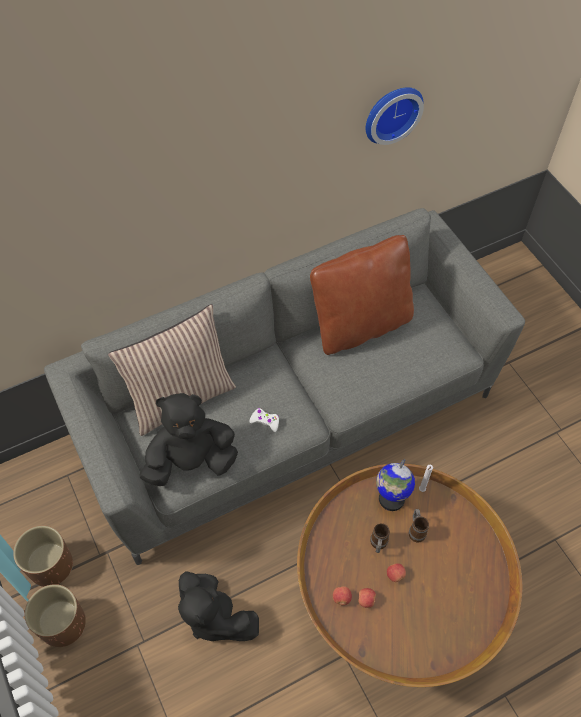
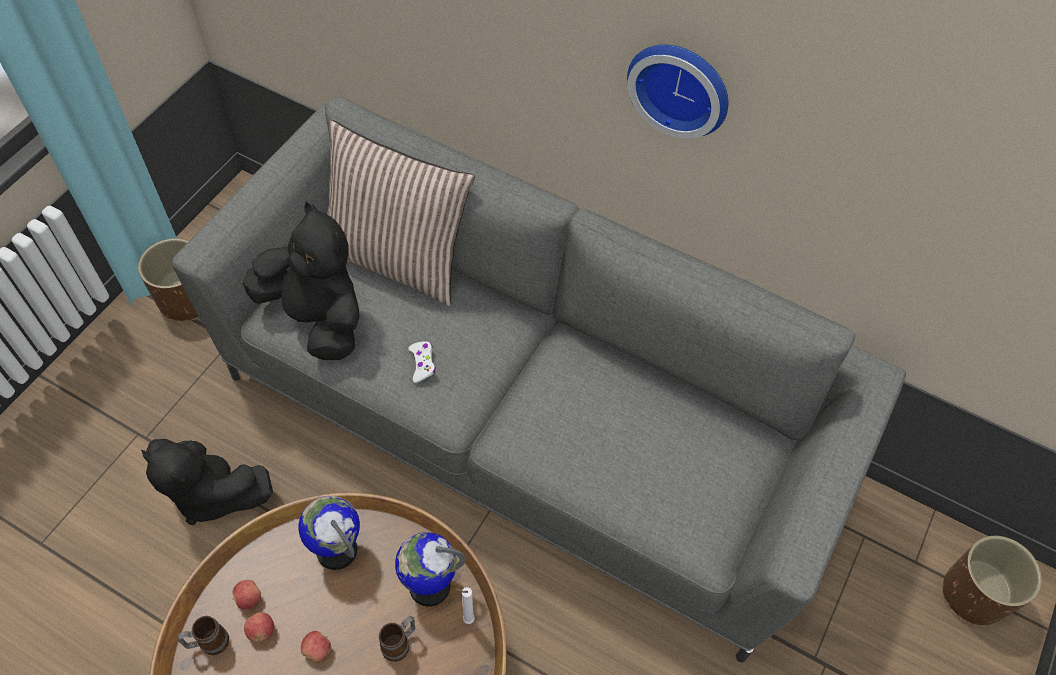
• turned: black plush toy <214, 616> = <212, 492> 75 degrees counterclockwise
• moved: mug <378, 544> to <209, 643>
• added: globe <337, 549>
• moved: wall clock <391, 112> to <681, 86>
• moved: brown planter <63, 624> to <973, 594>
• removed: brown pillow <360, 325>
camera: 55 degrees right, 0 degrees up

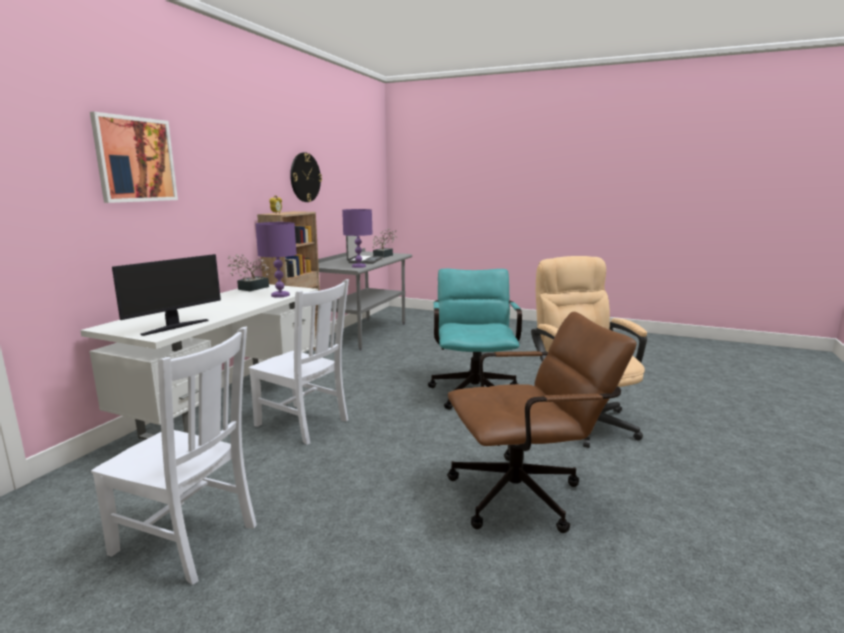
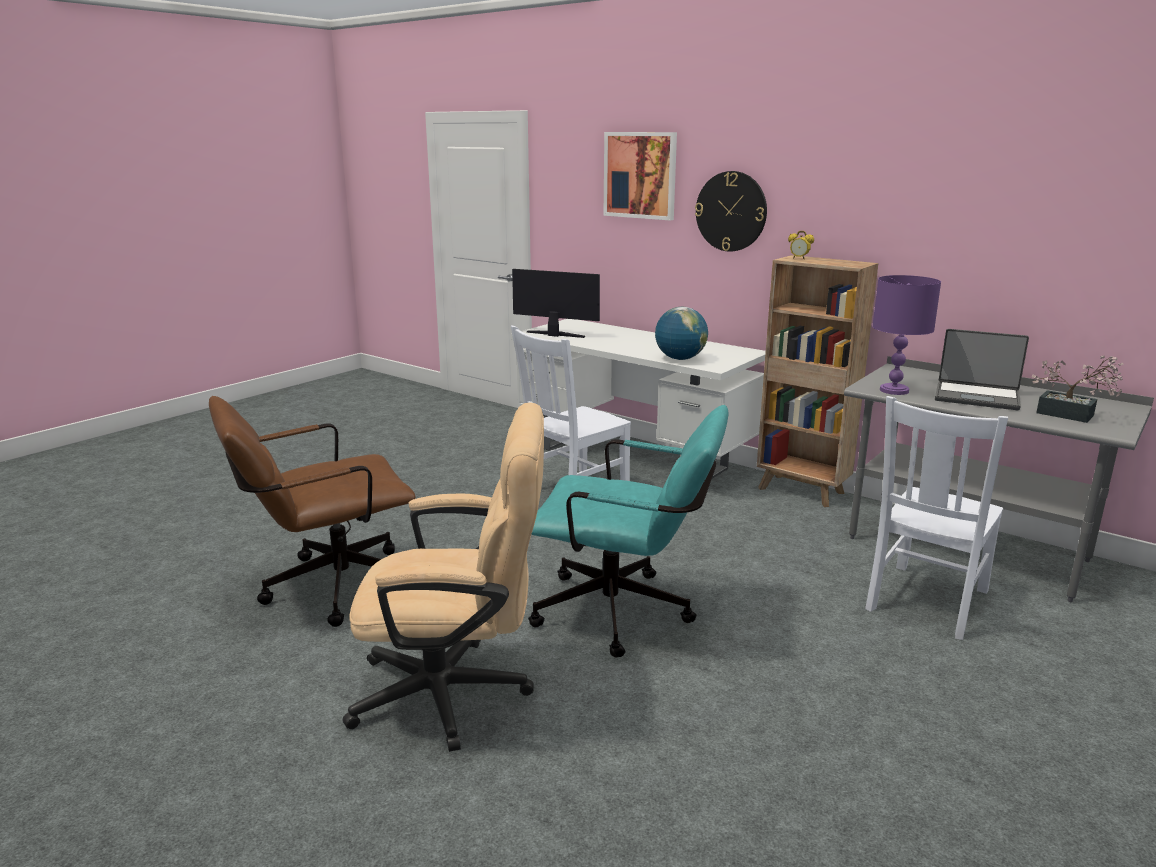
• turned: brown office chair <527, 493> = <327, 588> 60 degrees clockwise
• turned: monitor <175, 327> = <554, 335> 150 degrees clockwise
• replaced: purple table lamp <280, 295> to globe <680, 359>
• moved: wall clock <305, 177> to <731, 211>
• moved: white chair <188, 540> to <925, 602>
• removed: potted plant <250, 288>
camera: 105 degrees right, 5 degrees up

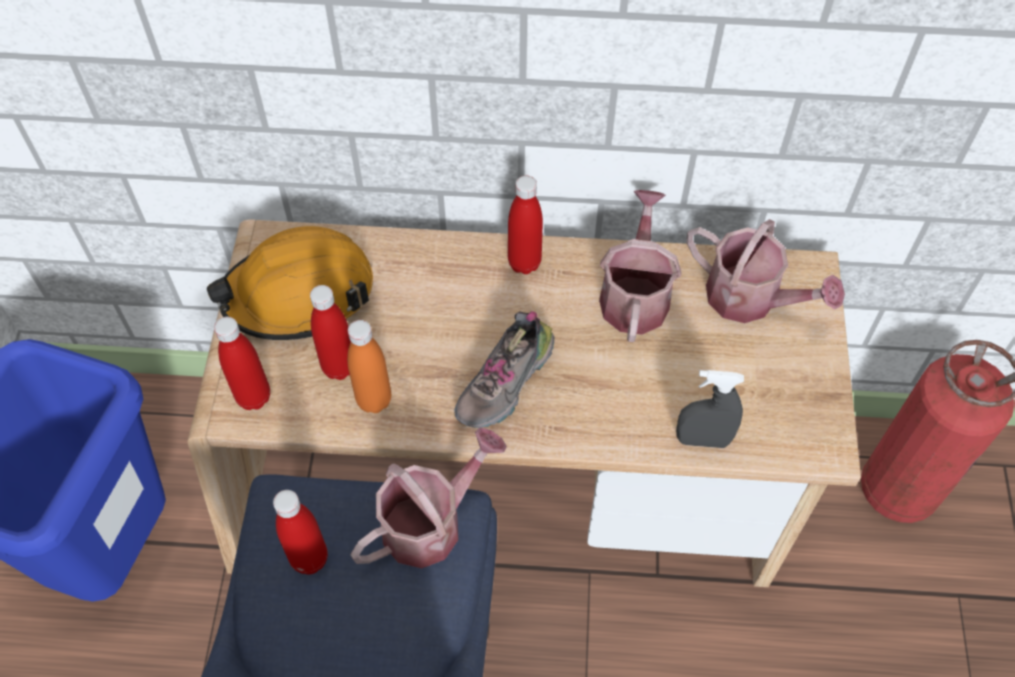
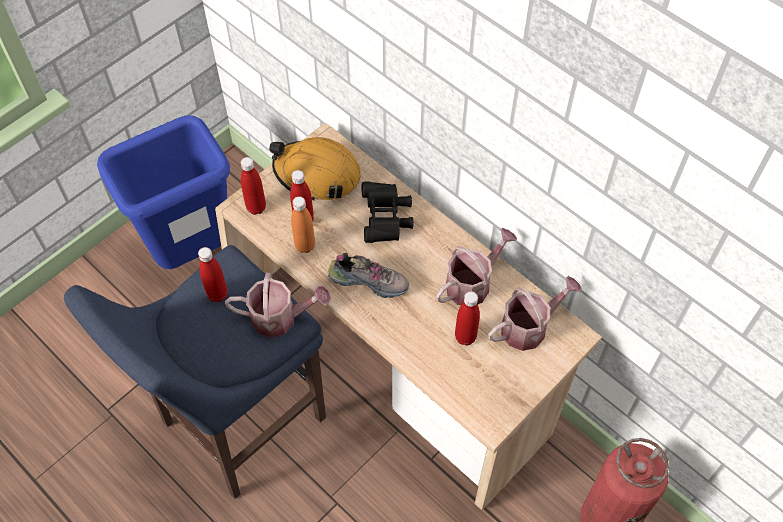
• turned: shoe <506, 383> = <370, 281> 150 degrees counterclockwise
• added: black binoculars <386, 219>
• moved: red bottle <524, 263> to <465, 337>
• turned: watering can <751, 299> = <529, 327> 105 degrees counterclockwise
• removed: grey spray bottle <702, 440>
camera: 40 degrees right, 0 degrees up

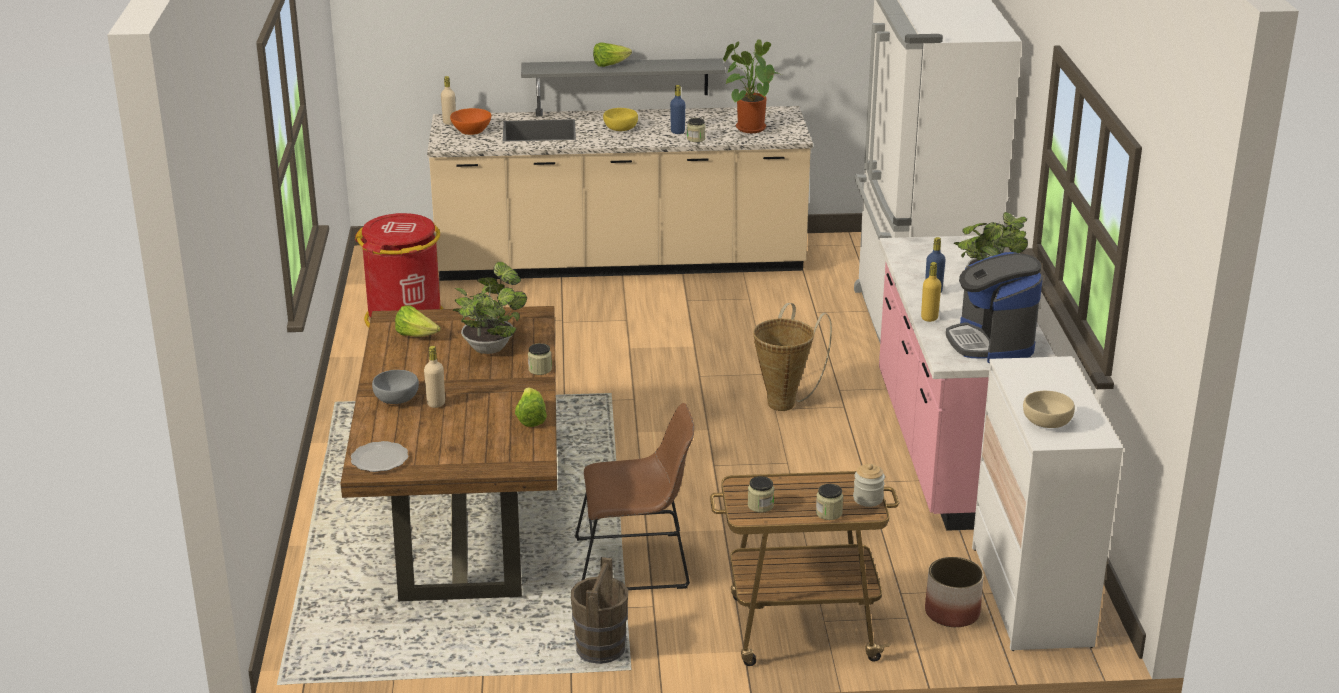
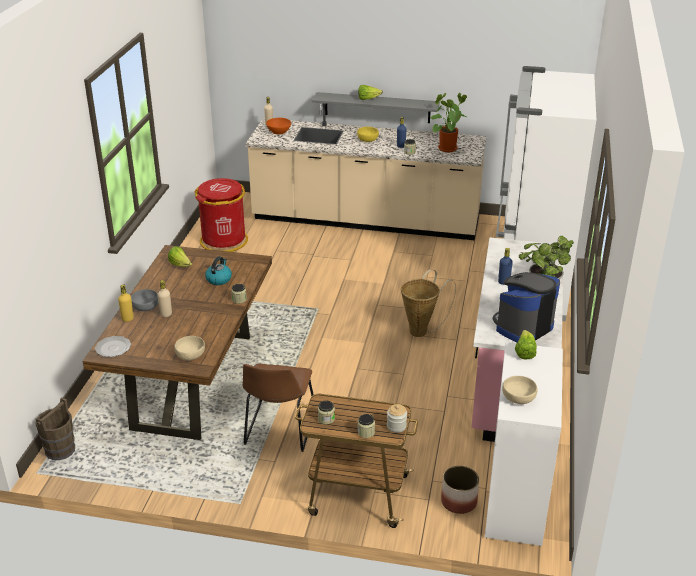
• moved: brown bucket <600, 649> to <60, 450>
• moved: yellow bottle <929, 318> to <127, 319>
• added: beige bowl <191, 355>
• replaced: potted plant <490, 346> to kettle <219, 279>
• turned: brown chair <637, 563> = <279, 429> 90 degrees clockwise
• turned: coffee machine <991, 343> = <523, 326> 45 degrees clockwise
• moved: lettuce <530, 419> to <524, 352>
camera: 15 degrees right, 5 degrees up

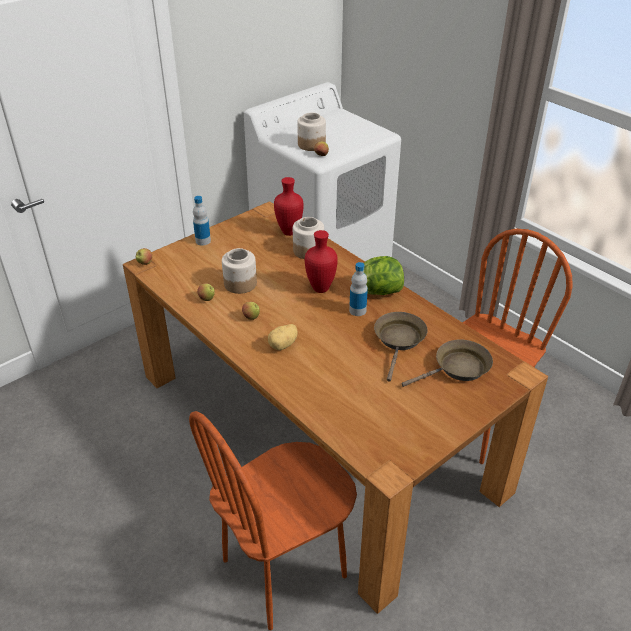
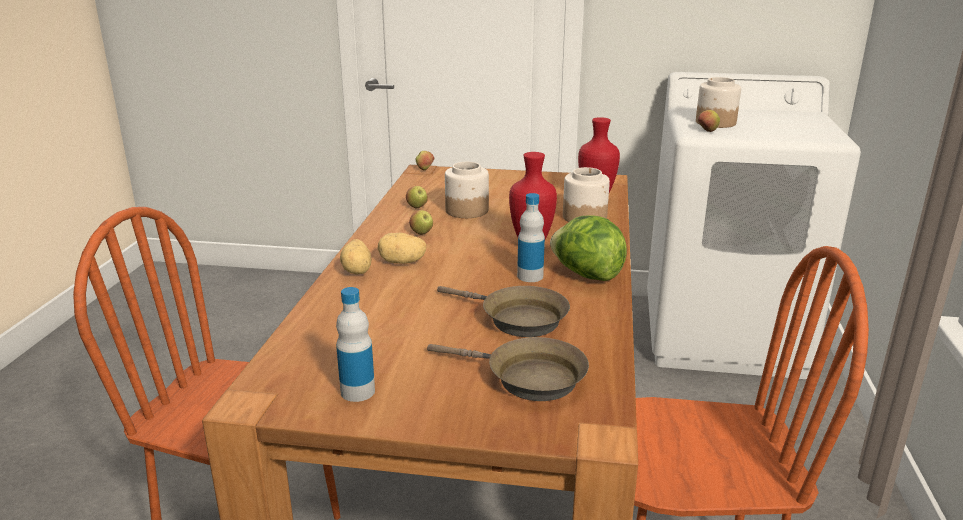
• moved: bottle <203, 241> to <357, 391>
• added: potato <358, 271>
• turned: brown frying pan <399, 340> = <517, 319> 60 degrees clockwise
camera: 50 degrees right, 15 degrees down

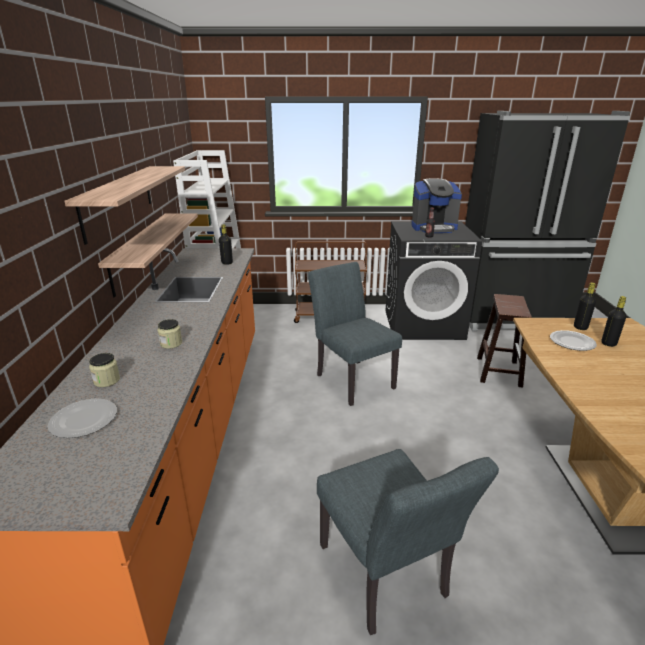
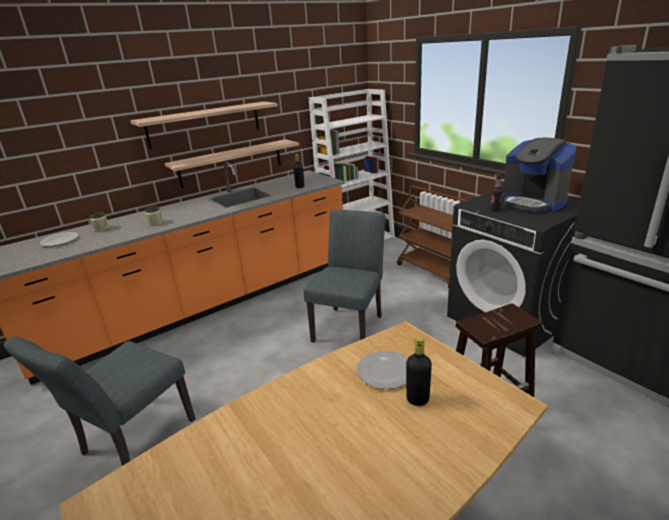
• removed: black bottle <580, 327>
camera: 55 degrees right, 0 degrees up

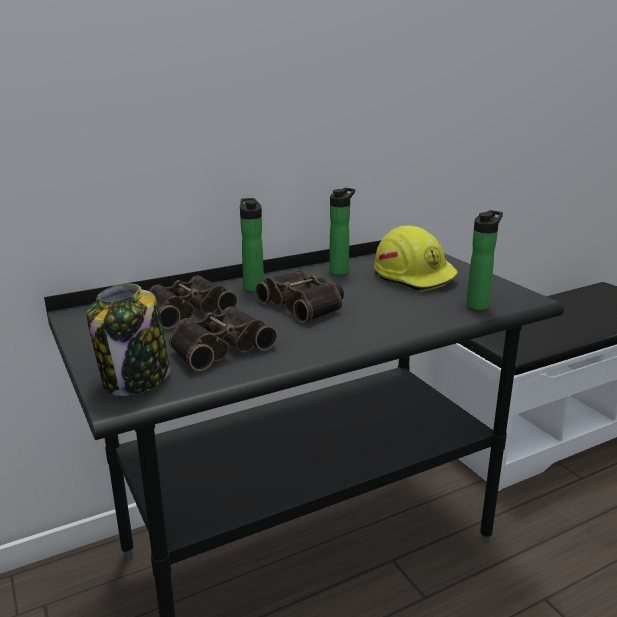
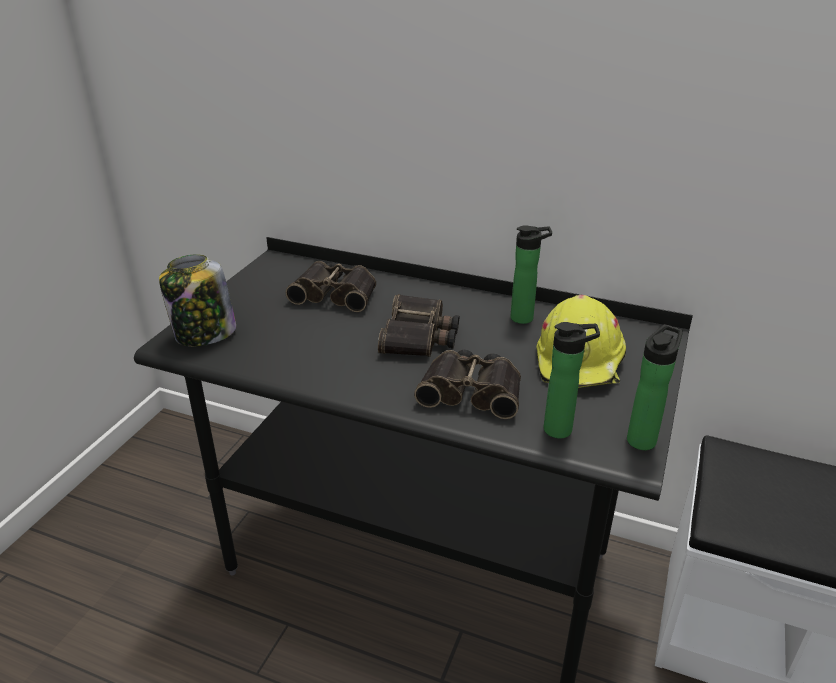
• moved: binoculars <218, 347> to <472, 391>
• moved: bottle <253, 286> to <643, 438>
camera: 50 degrees right, 10 degrees up

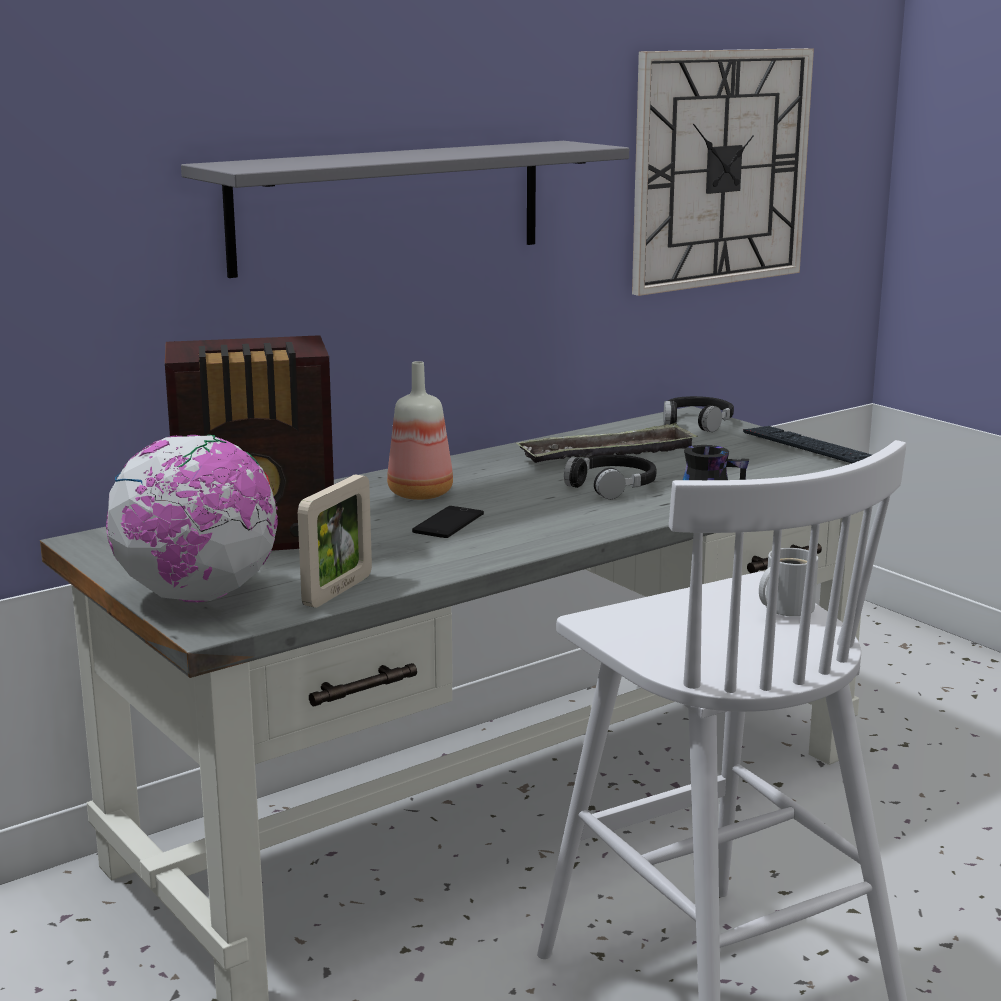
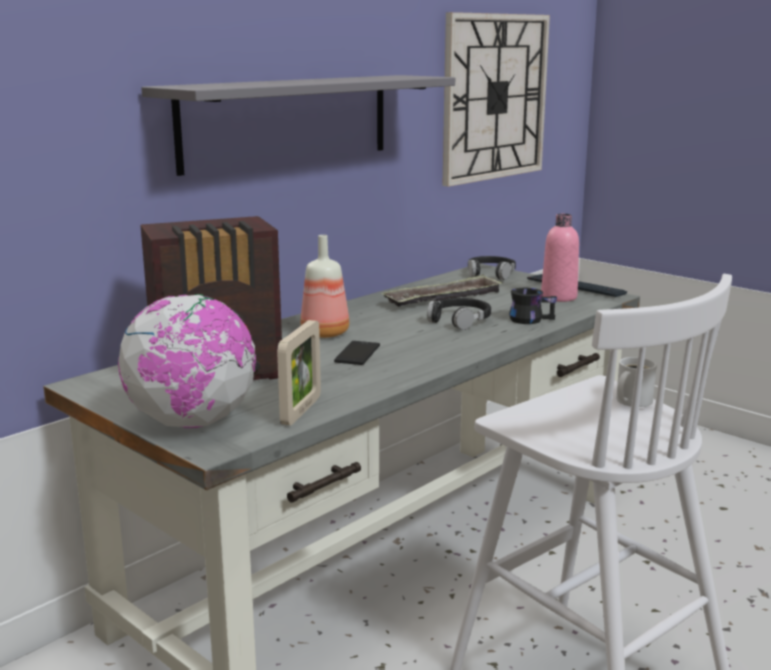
• added: pink bottle <558, 297>
camera: 10 degrees left, 0 degrees up

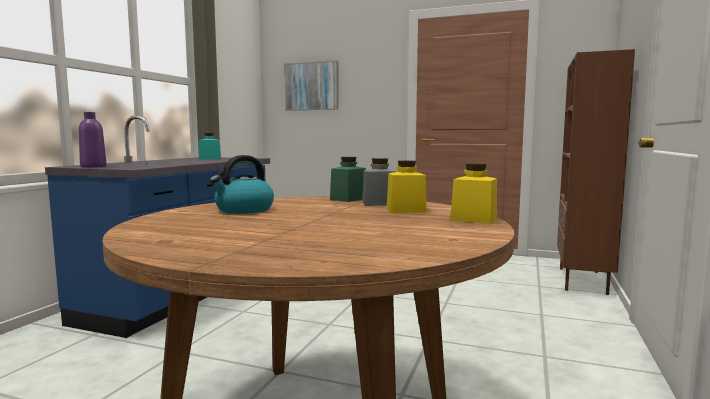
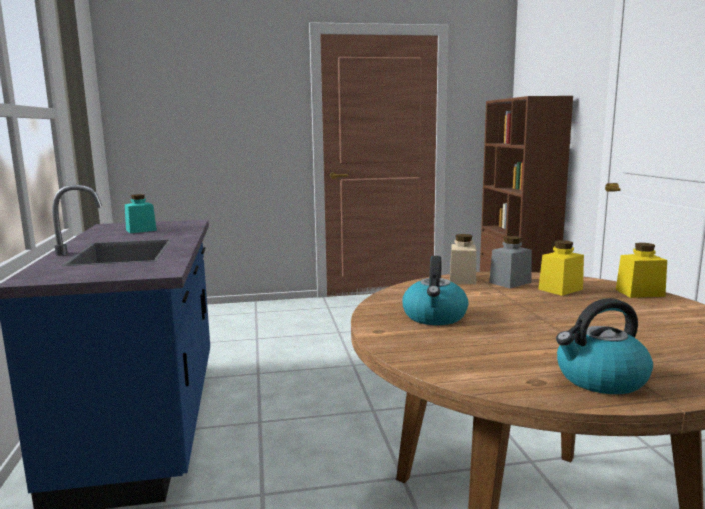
• recoloured: green jar <348, 199> to beige jar <462, 279>
• added: kettle <600, 379>
• removed: purple bottle <93, 166>
• removed: picture <311, 86>
camera: 30 degrees left, 5 degrees up

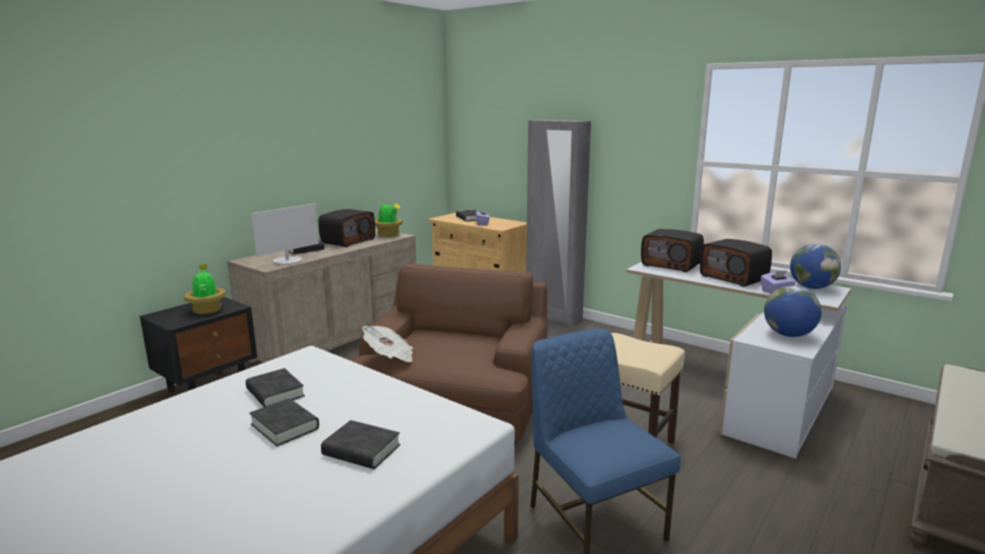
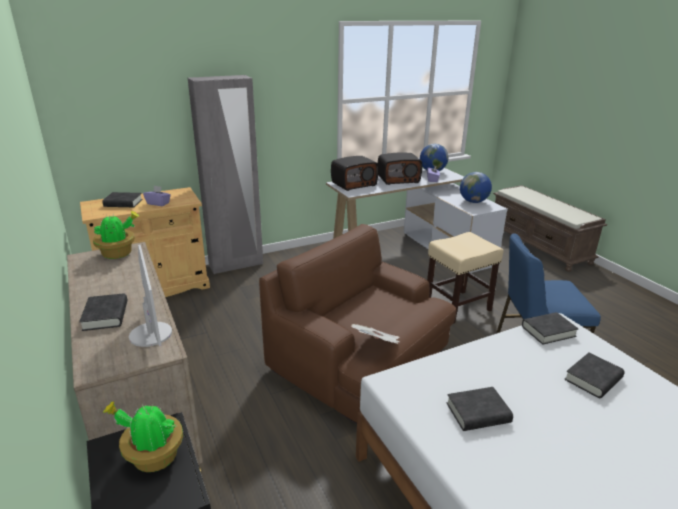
• moved: black book <285, 426> to <548, 331>
• removed: radio <348, 241>
camera: 65 degrees left, 10 degrees up

